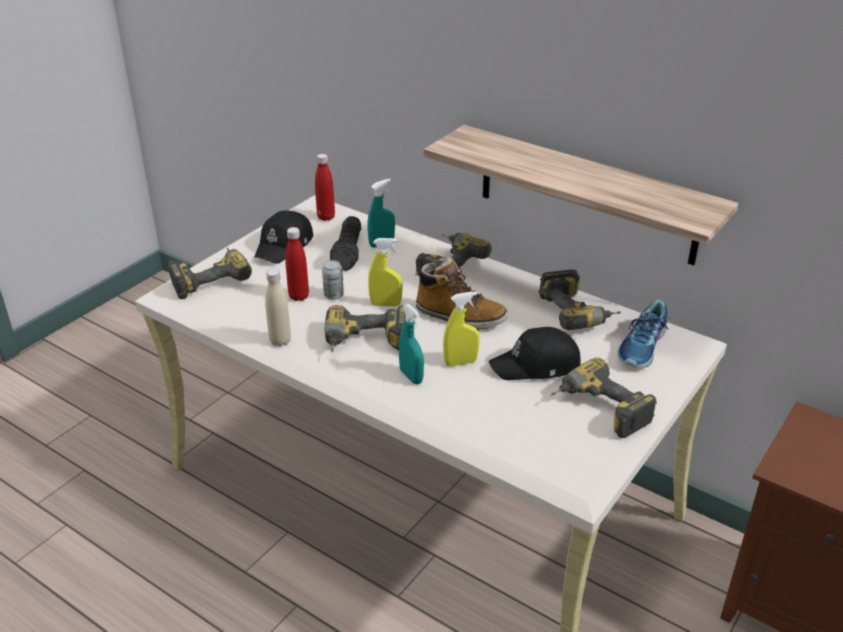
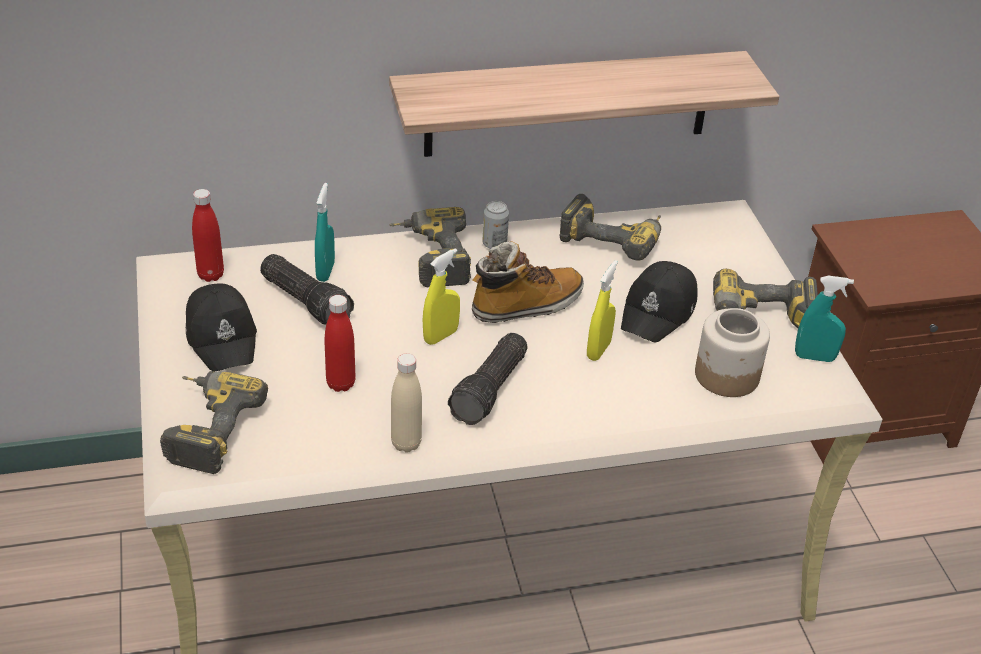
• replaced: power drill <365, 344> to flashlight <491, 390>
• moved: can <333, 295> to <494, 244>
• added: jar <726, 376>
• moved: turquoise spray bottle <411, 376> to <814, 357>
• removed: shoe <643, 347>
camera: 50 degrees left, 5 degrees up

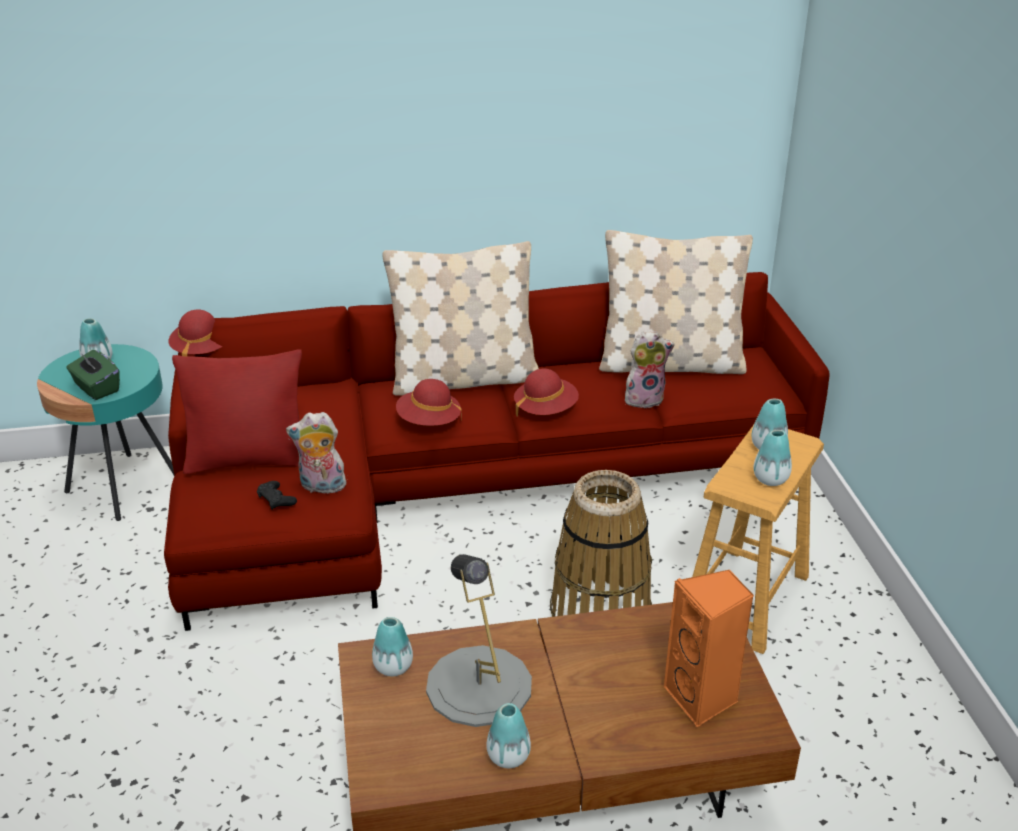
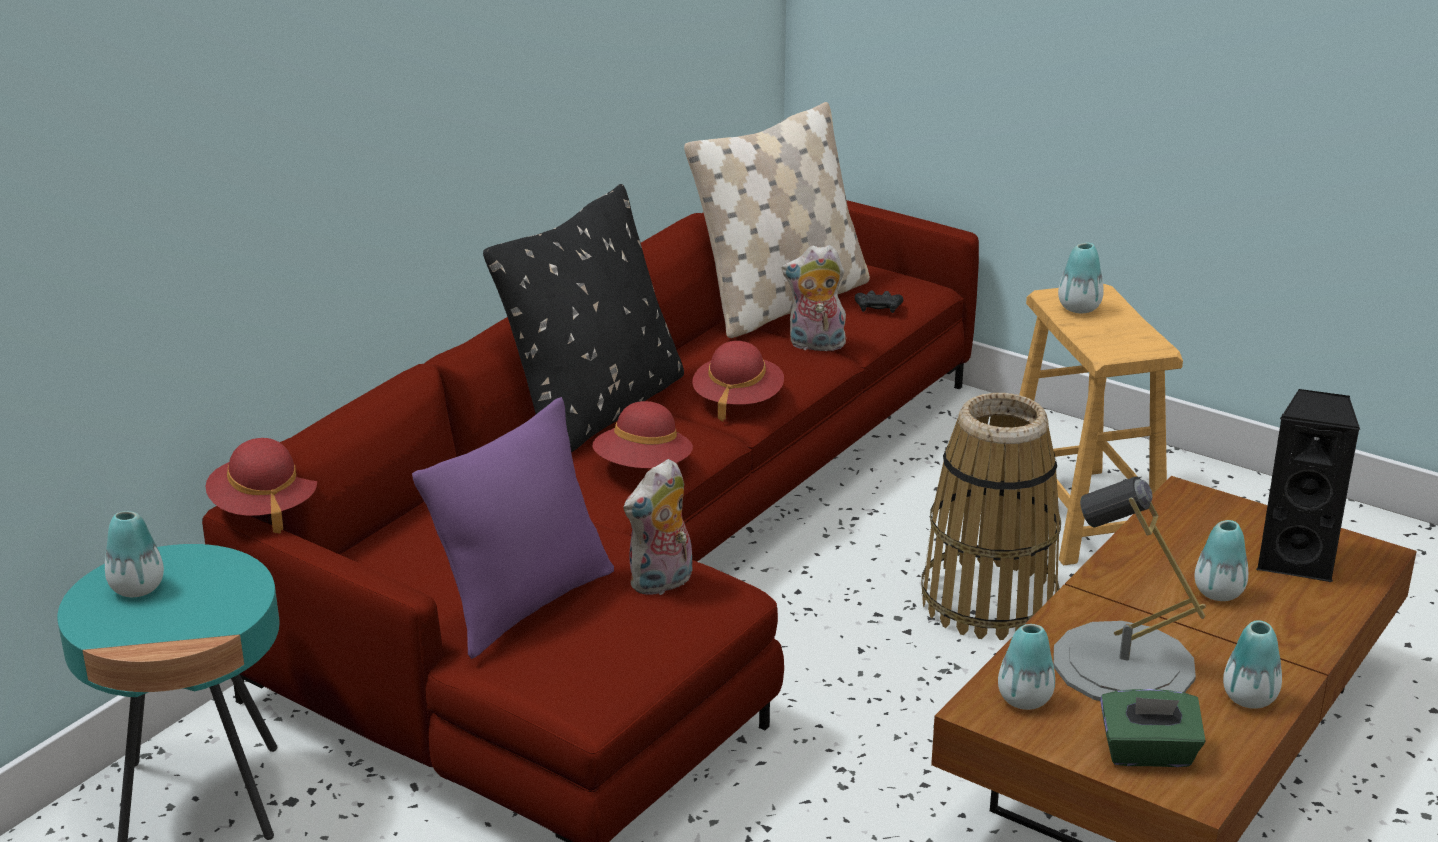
• recoloured: red pillow <249, 460> to purple pillow <525, 604>
• recoloured: beige pillow <464, 379> to black pillow <596, 411>
• turned: plush toy <644, 398> = <815, 345> 120 degrees counterclockwise
• moved: black game controller <276, 499> to <878, 307>
• moved: green tissue box <96, 388> to <1148, 753>
• moved: vase <770, 479> to <1218, 593>
• recoloured: orange speaker <702, 698> to black speaker <1297, 560>
camera: 45 degrees left, 5 degrees down

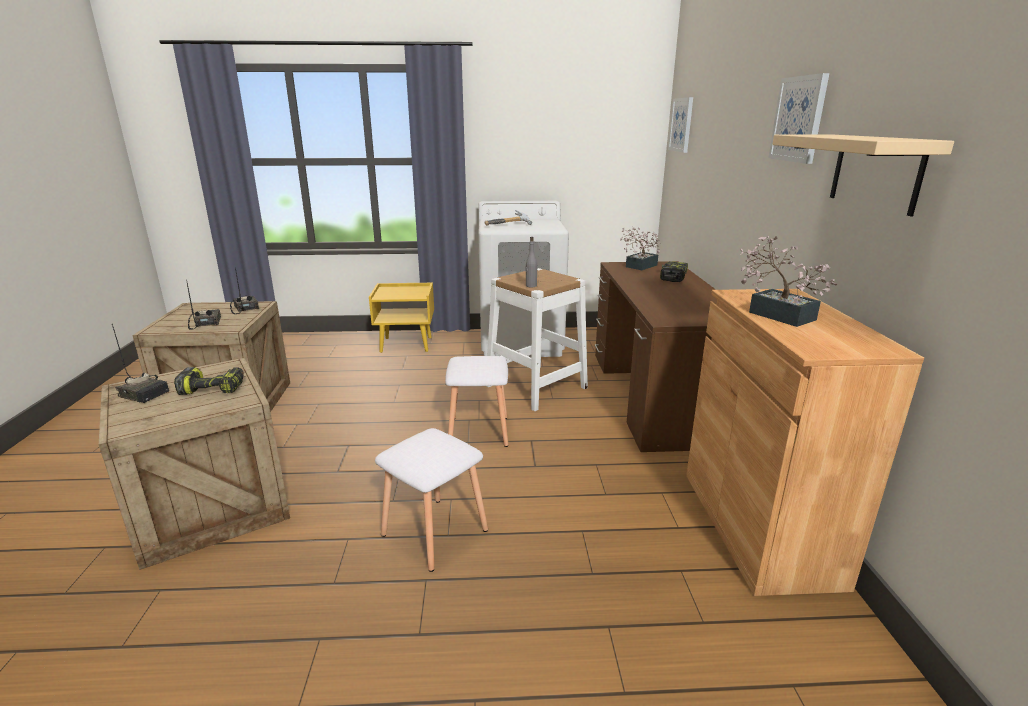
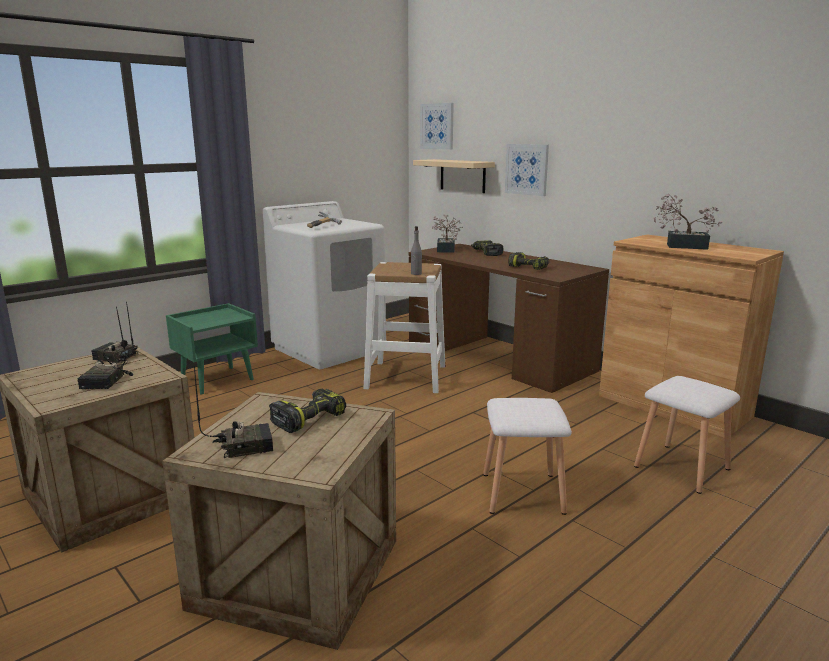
• turned: radio <205, 323> = <107, 382> 120 degrees counterclockwise
• recoloured: yellow nightstand <407, 344> to green nightstand <217, 380>
• moved: beige shelf <875, 172> to <462, 176>
• moved: picture <799, 119> to <527, 169>
• added: power drill <529, 267>
• moved: white stool <478, 431> to <680, 467>
camera: 40 degrees left, 5 degrees down

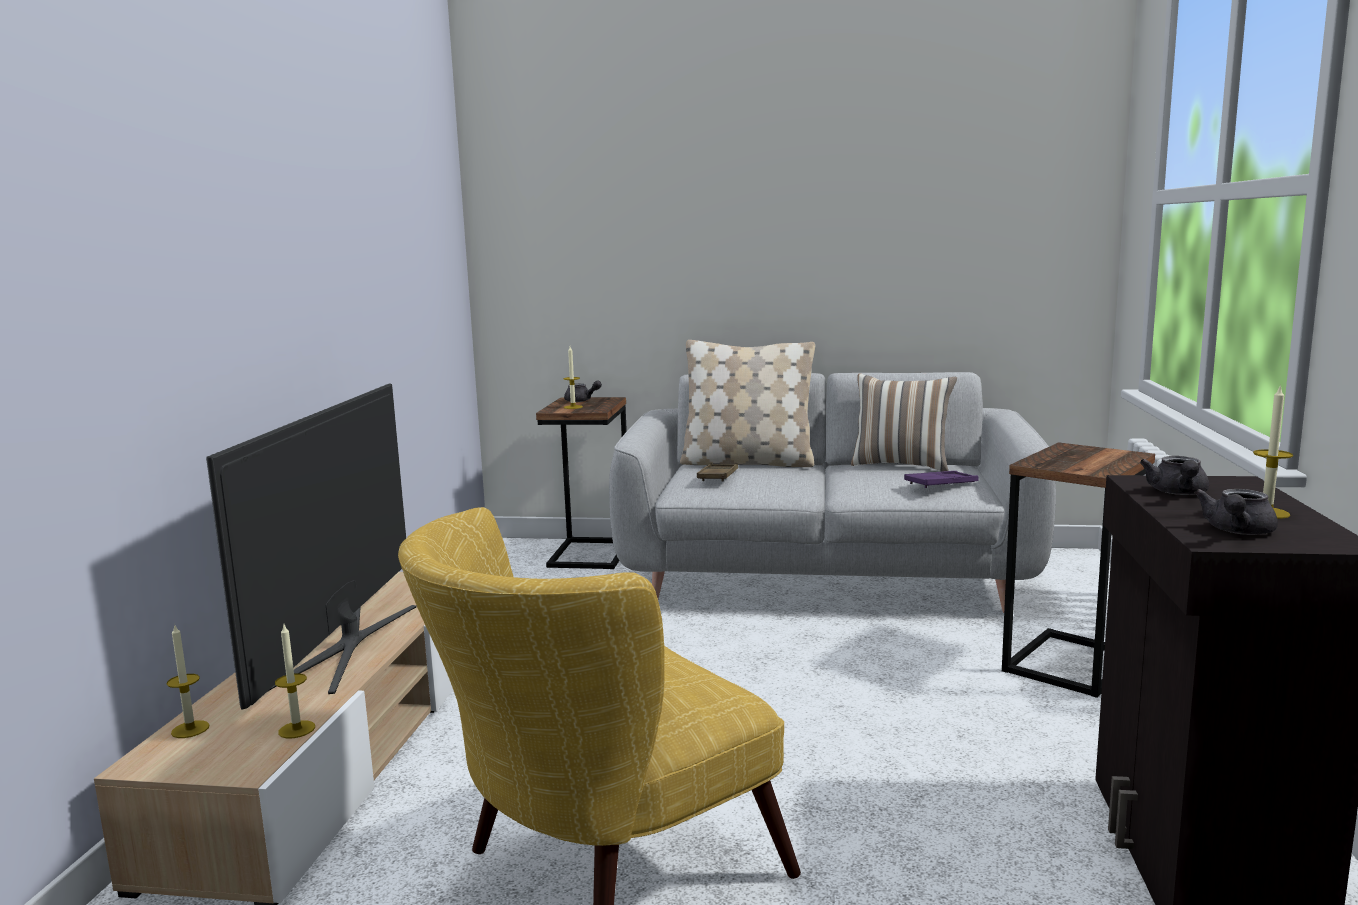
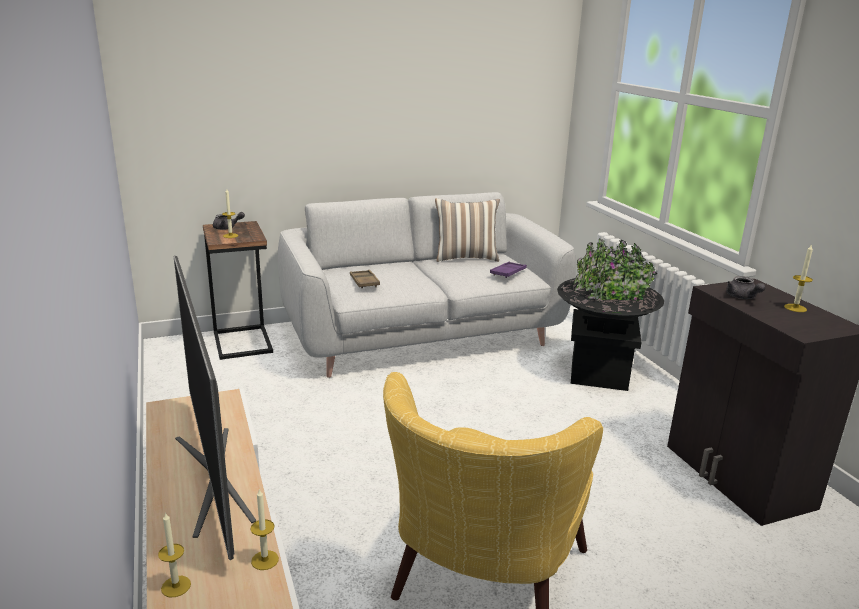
• replaced: side table <1067, 663> to black planter <598, 374>
• removed: beige pillow <748, 462>
• removed: grey teapot <1236, 531>
camera: 30 degrees left, 10 degrees up

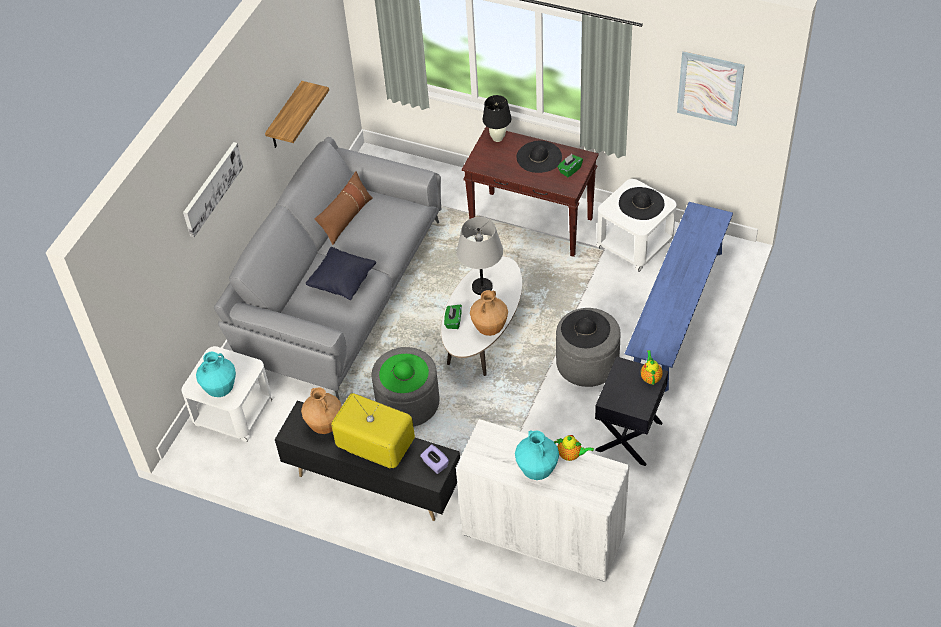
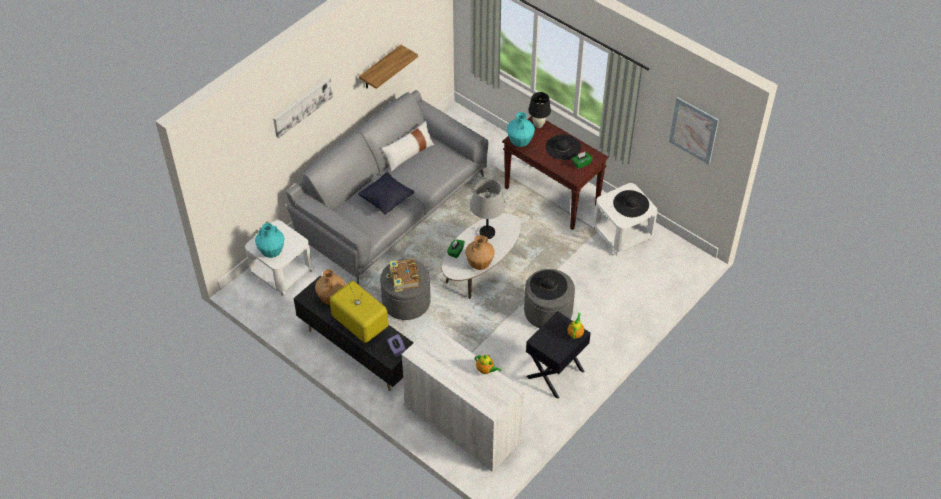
• recoloured: brown pillow <346, 218> to white pillow <409, 154>
• replaced: green hat <404, 373> to book <404, 278>
• moved: turquoise vase <537, 470> to <520, 142>
• removed: blue bench <677, 314>
camera: 15 degrees right, 0 degrees up

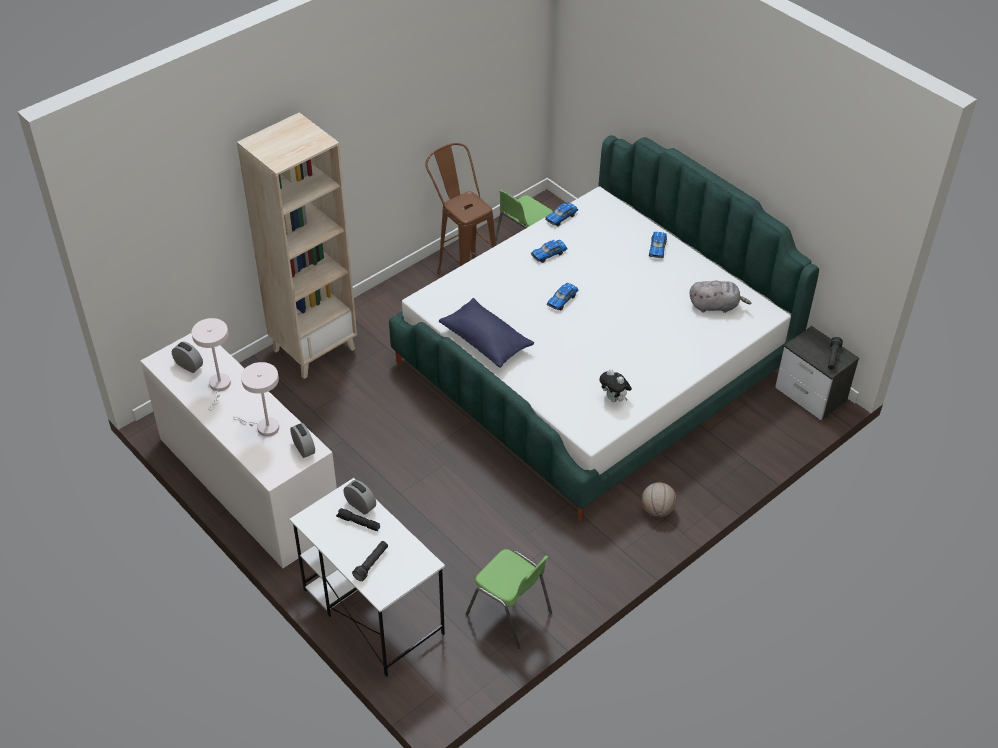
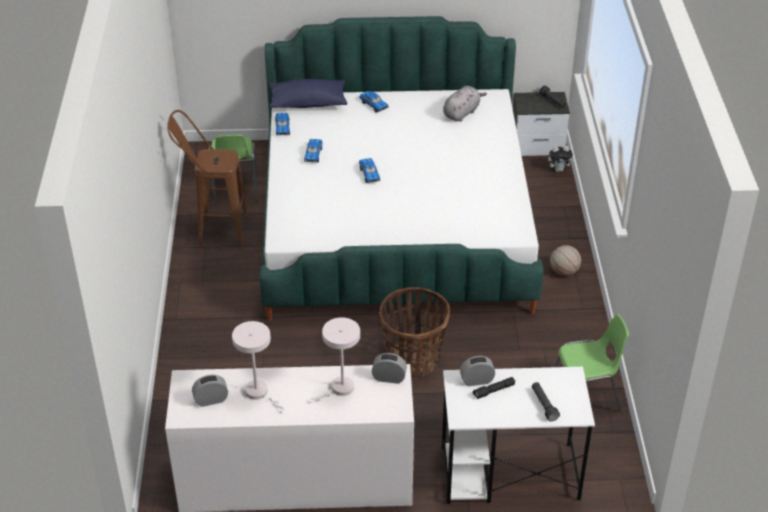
• moved: blue pillow <486, 341> to <308, 103>
• added: basket <413, 359>
• moved: plush toy <614, 399> to <559, 169>
• removed: beige bookcase <314, 349>
camera: 50 degrees left, 5 degrees down

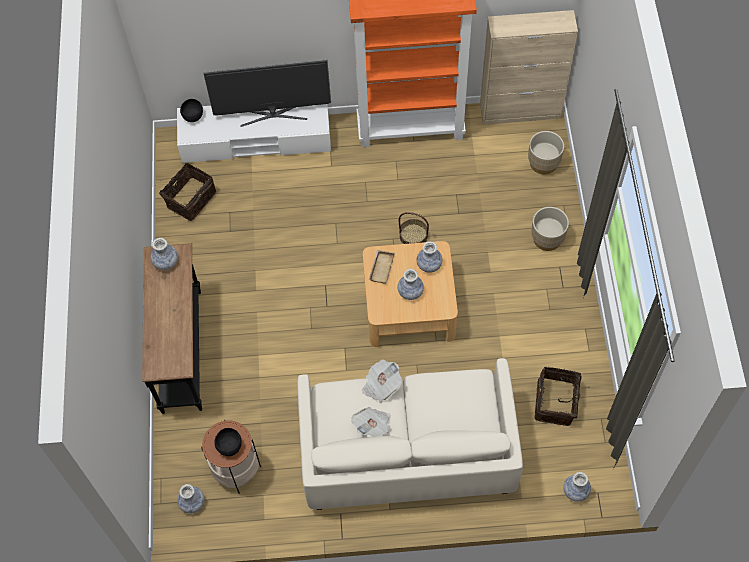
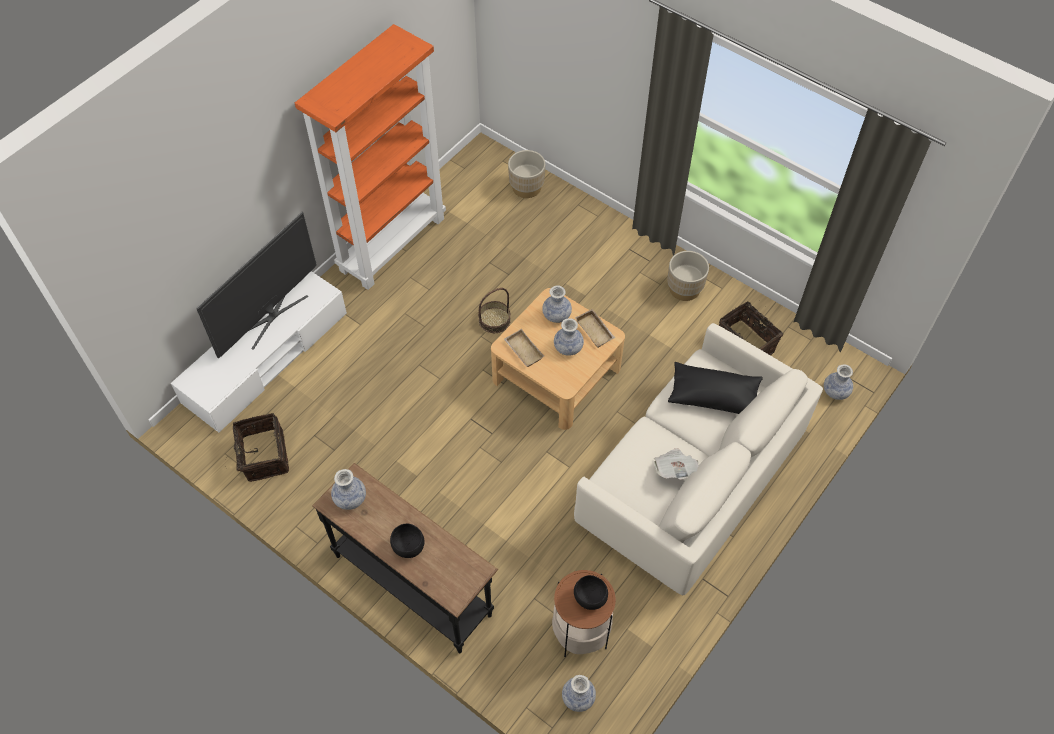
• moved: black bowl <193, 117> to <408, 547>
• added: beige tray <596, 330>
• moved: beige planter <547, 239> to <684, 288>
• added: black pillow <713, 396>
• removed: newspaper <381, 385>
• removed: beige cabinet <520, 111>
camera: 50 degrees left, 5 degrees down

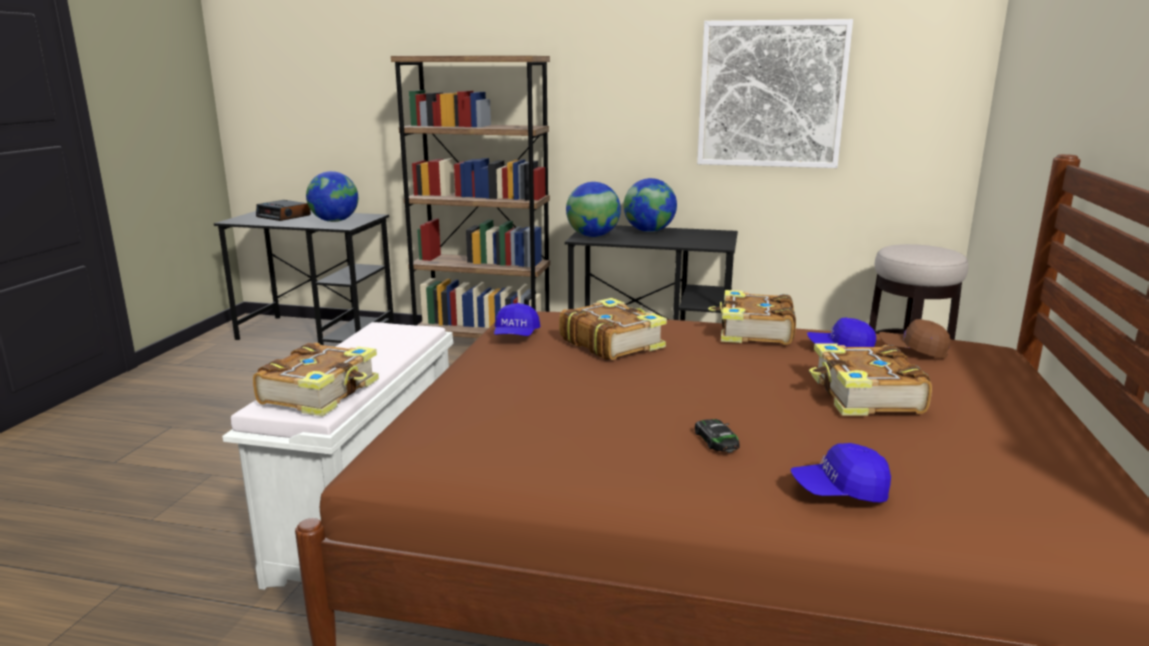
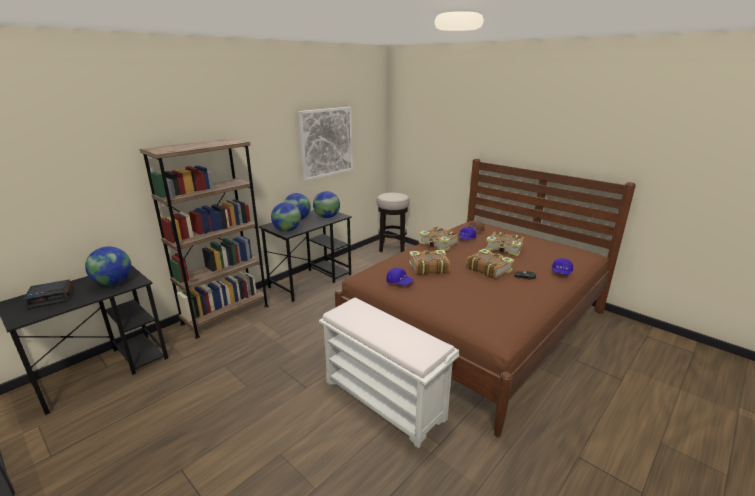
• added: globe <327, 217>
• moved: book <322, 393> to <488, 269>
camera: 60 degrees left, 5 degrees up

